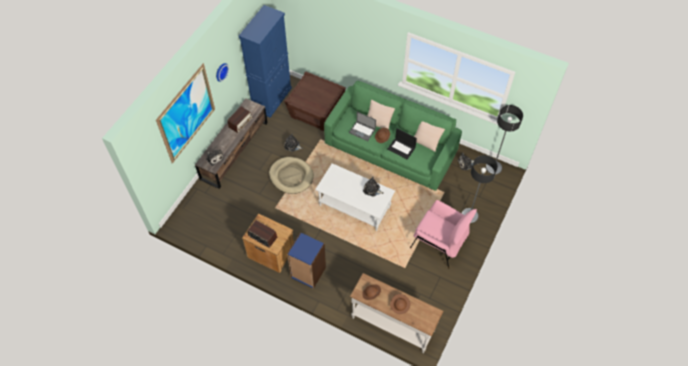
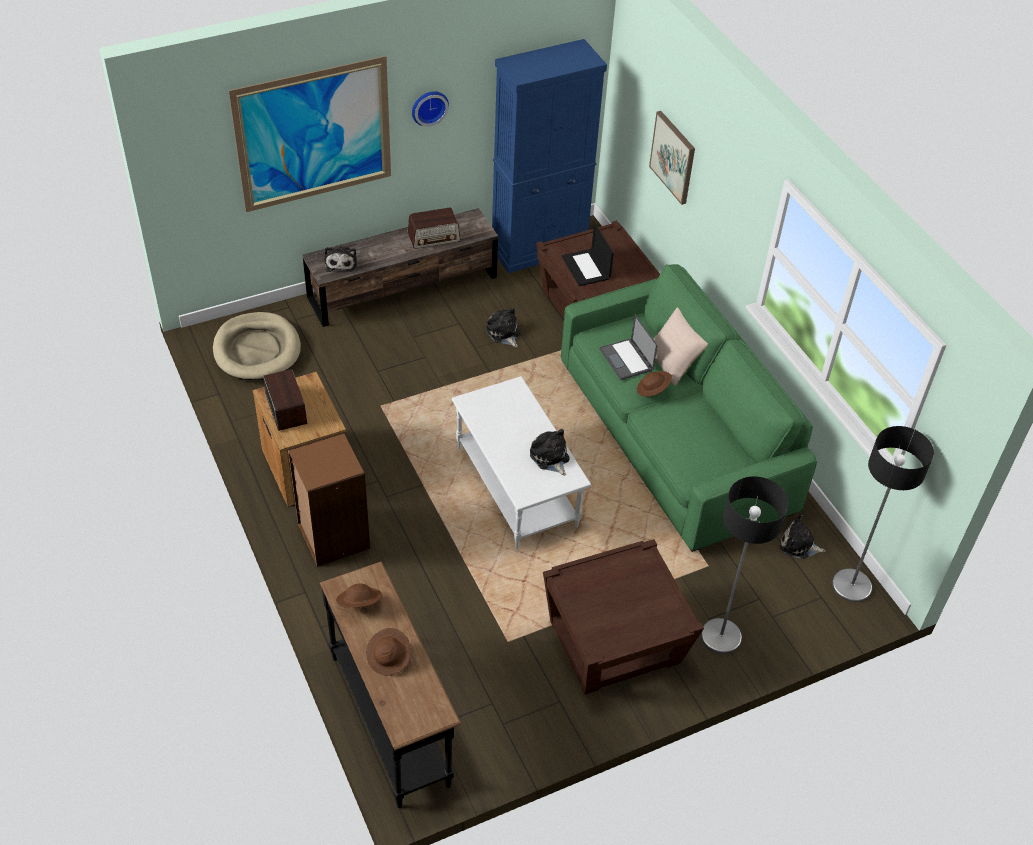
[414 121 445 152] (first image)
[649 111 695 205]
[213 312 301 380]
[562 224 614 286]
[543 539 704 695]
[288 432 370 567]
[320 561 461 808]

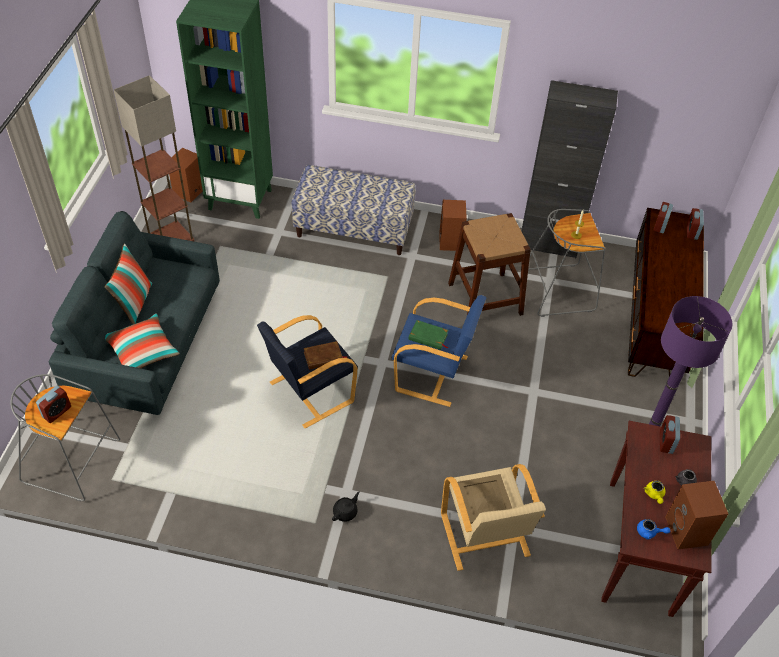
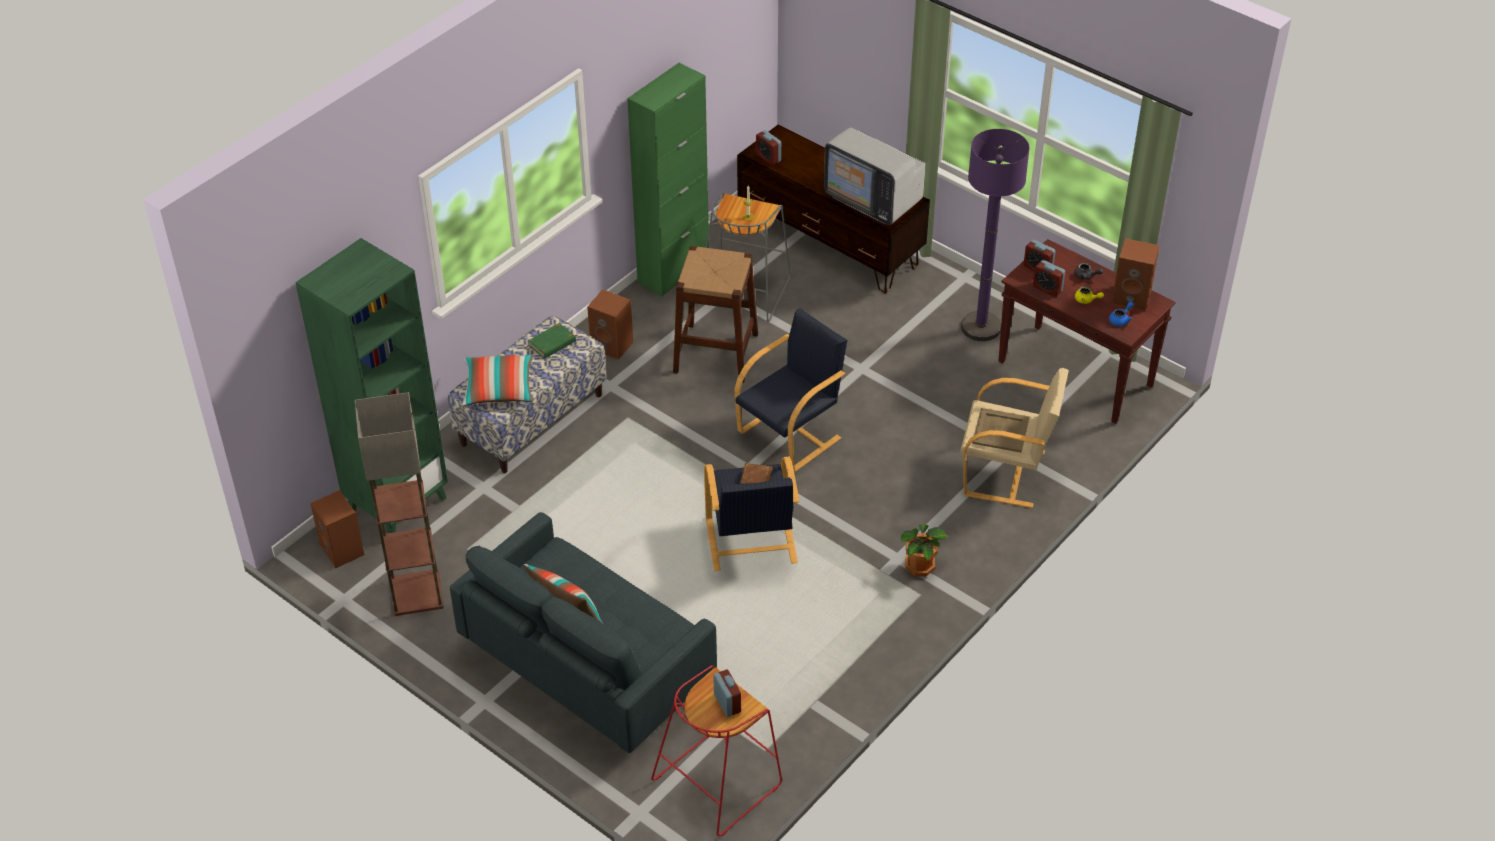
[824 127 925 225]
[462 355 533 406]
[528 323 578 359]
[1033 260 1065 297]
[901 524 948 577]
[651 665 782 836]
[735 308 847 472]
[627 63 709 297]

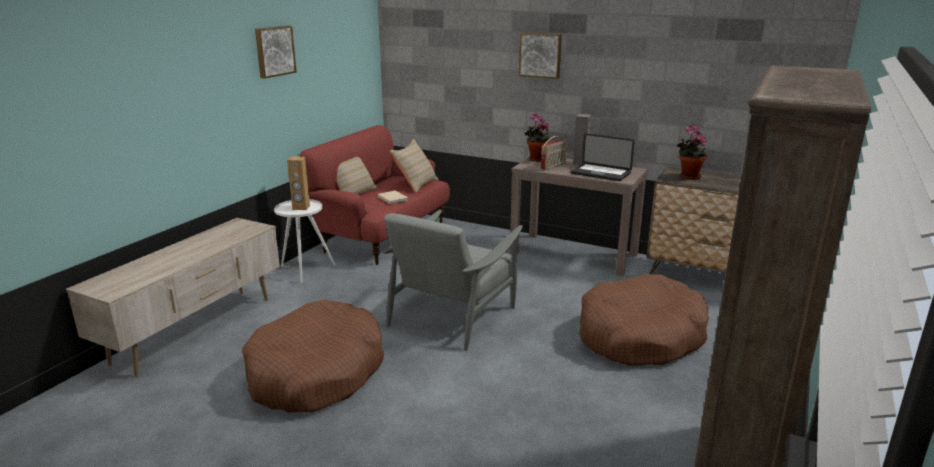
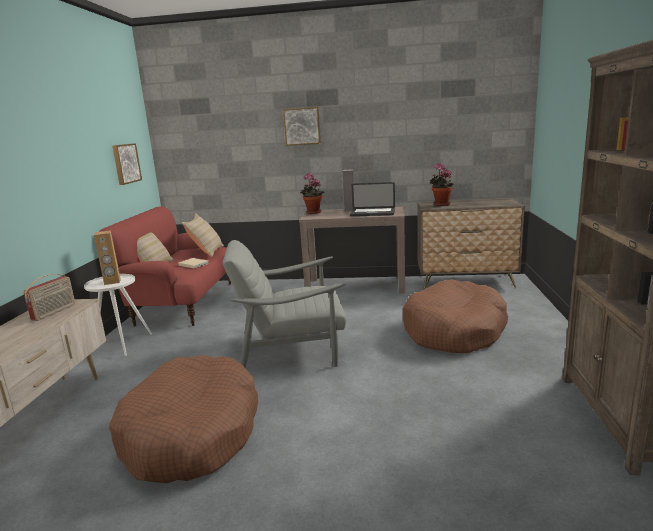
[112 143 142 185]
[24 274 75 321]
[223 240 346 368]

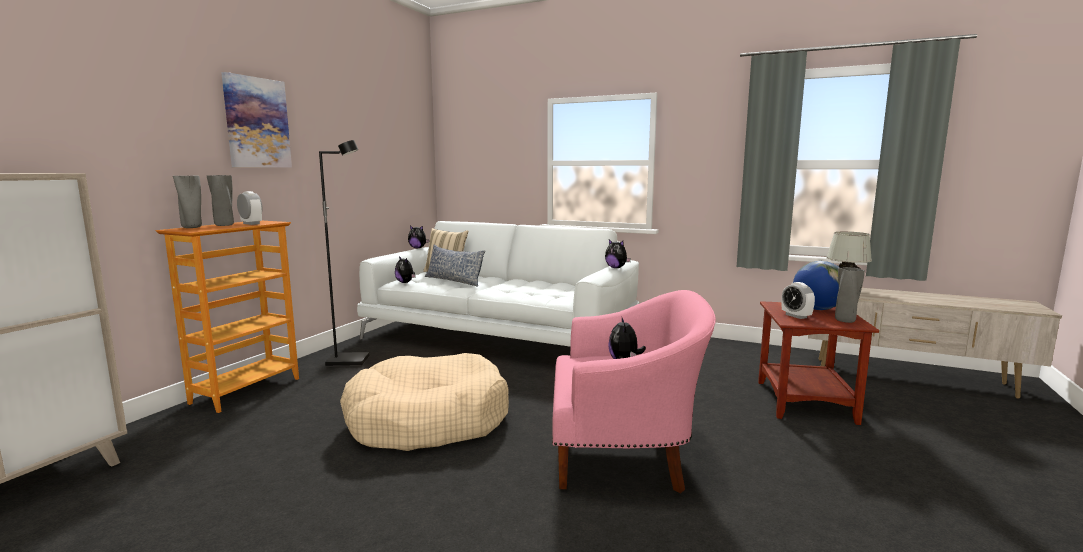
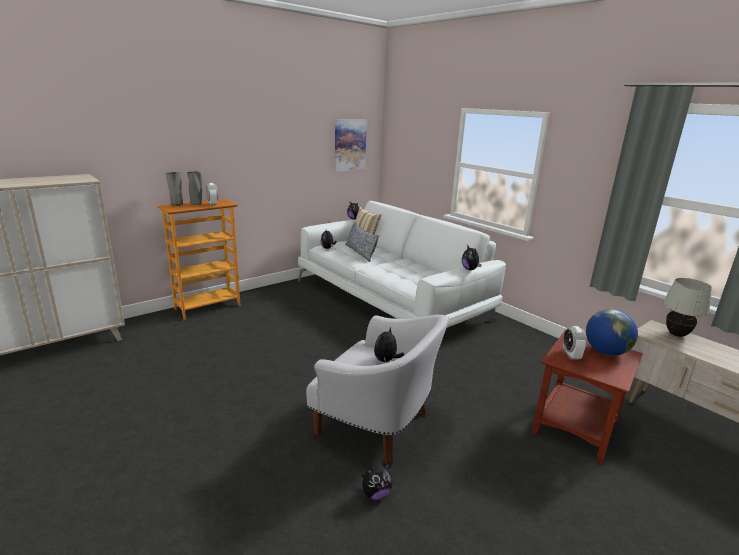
[319 140 369 367] (first image)
[340 353 509 451] (first image)
[835 267 865 323] (first image)
[362 463 393 500]
[335 119 367 171]
[306 315 449 466]

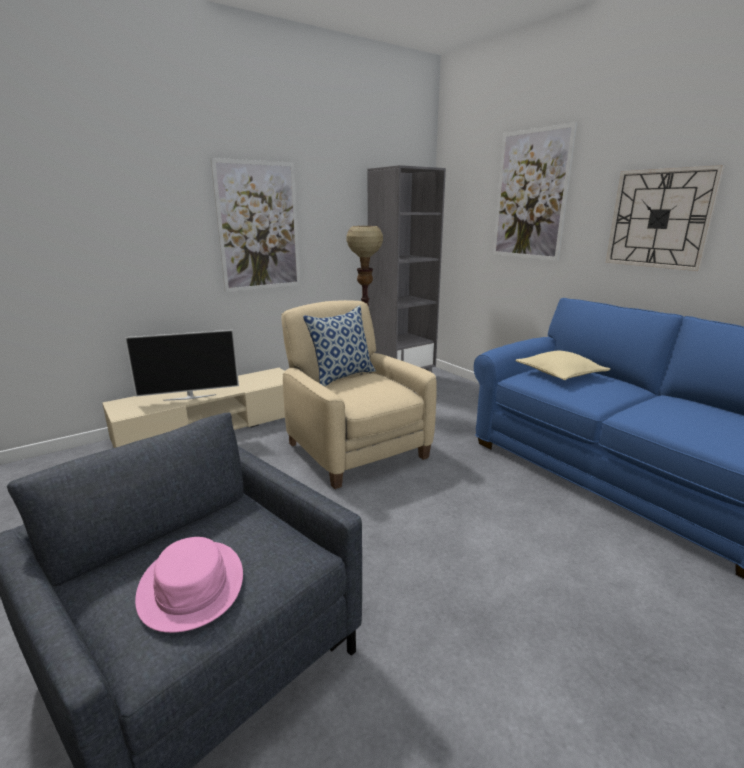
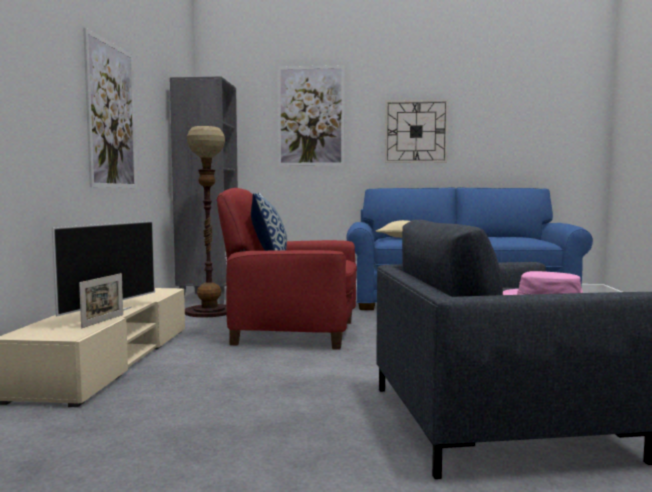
[79 273 123 328]
[217 188 357 350]

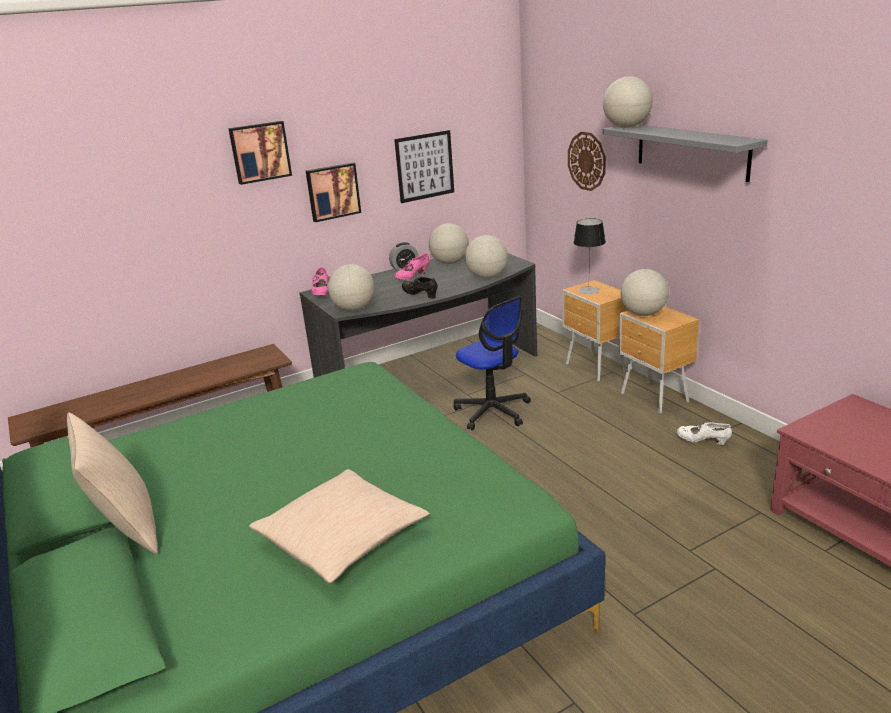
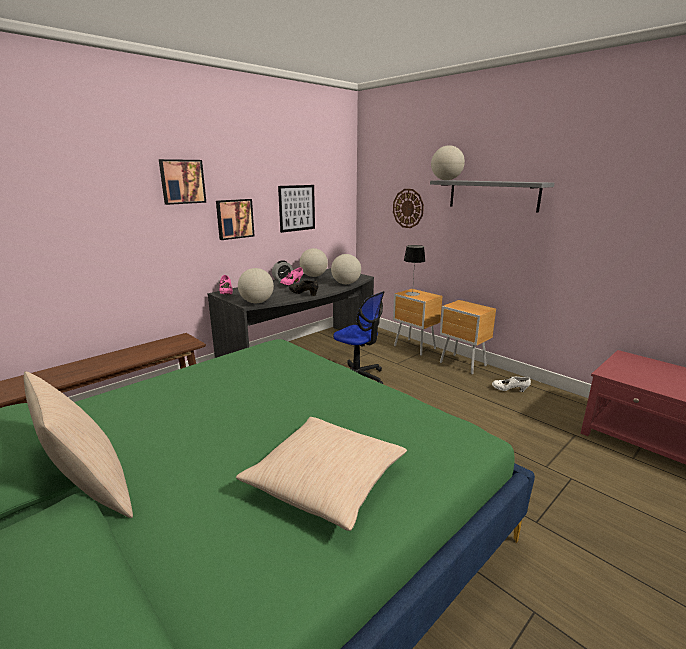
[621 269 669 316] (first image)

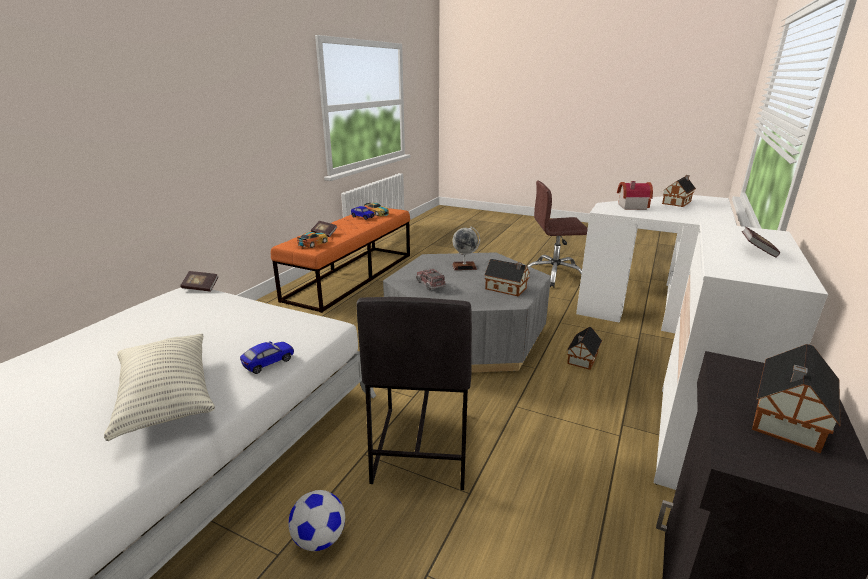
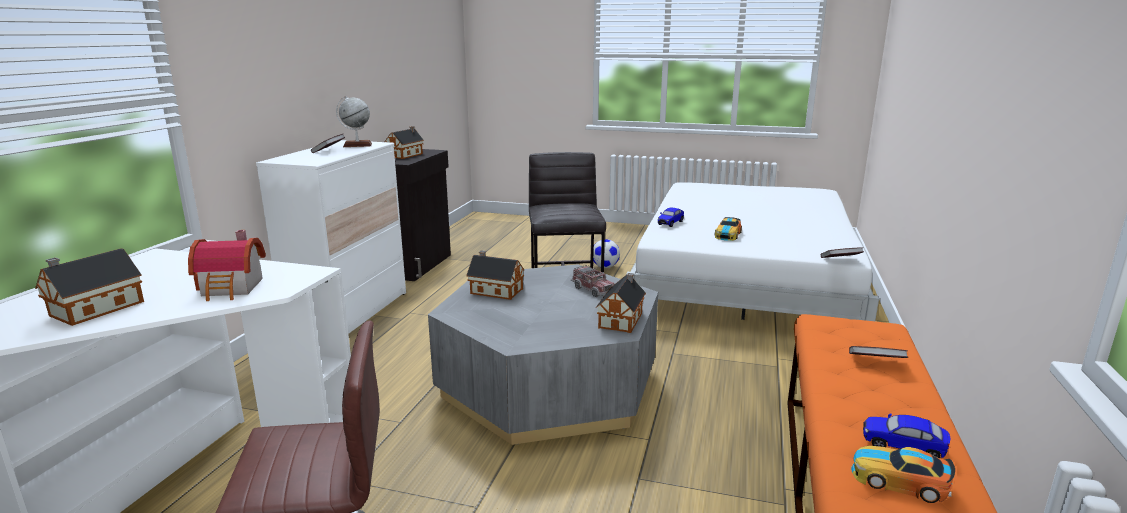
[104 334 215 441] (first image)
[715 217 742 241]
[336 96 372 147]
[596 273 646 333]

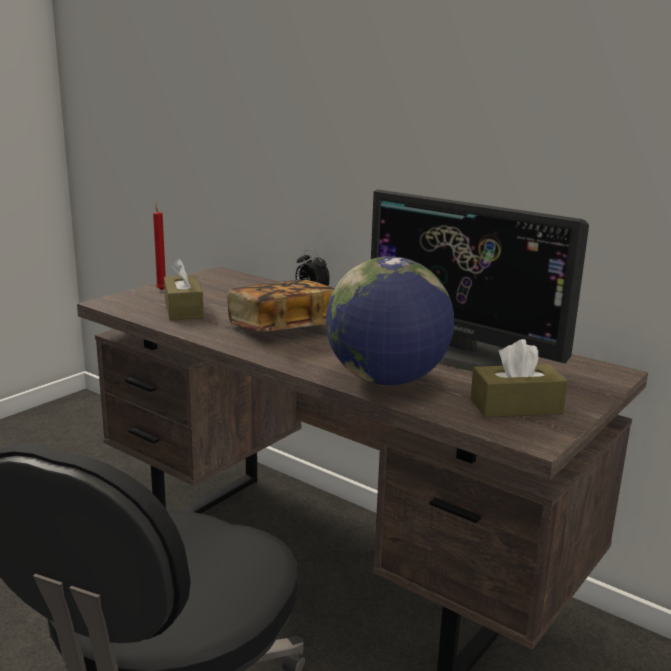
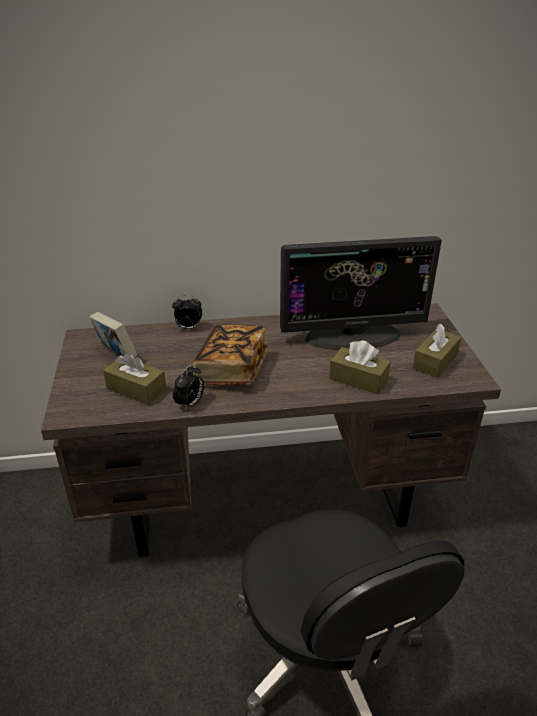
[153 203 166 290] (first image)
[89 312 138 358]
[173 364 204 411]
[329 340 391 394]

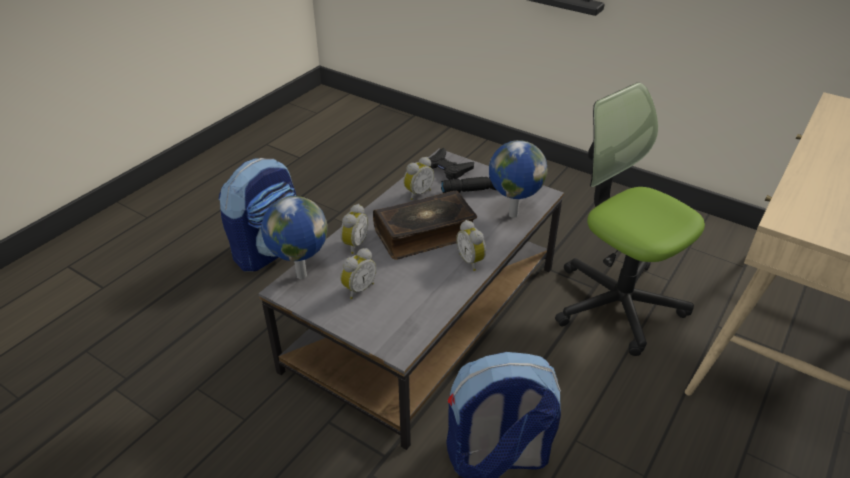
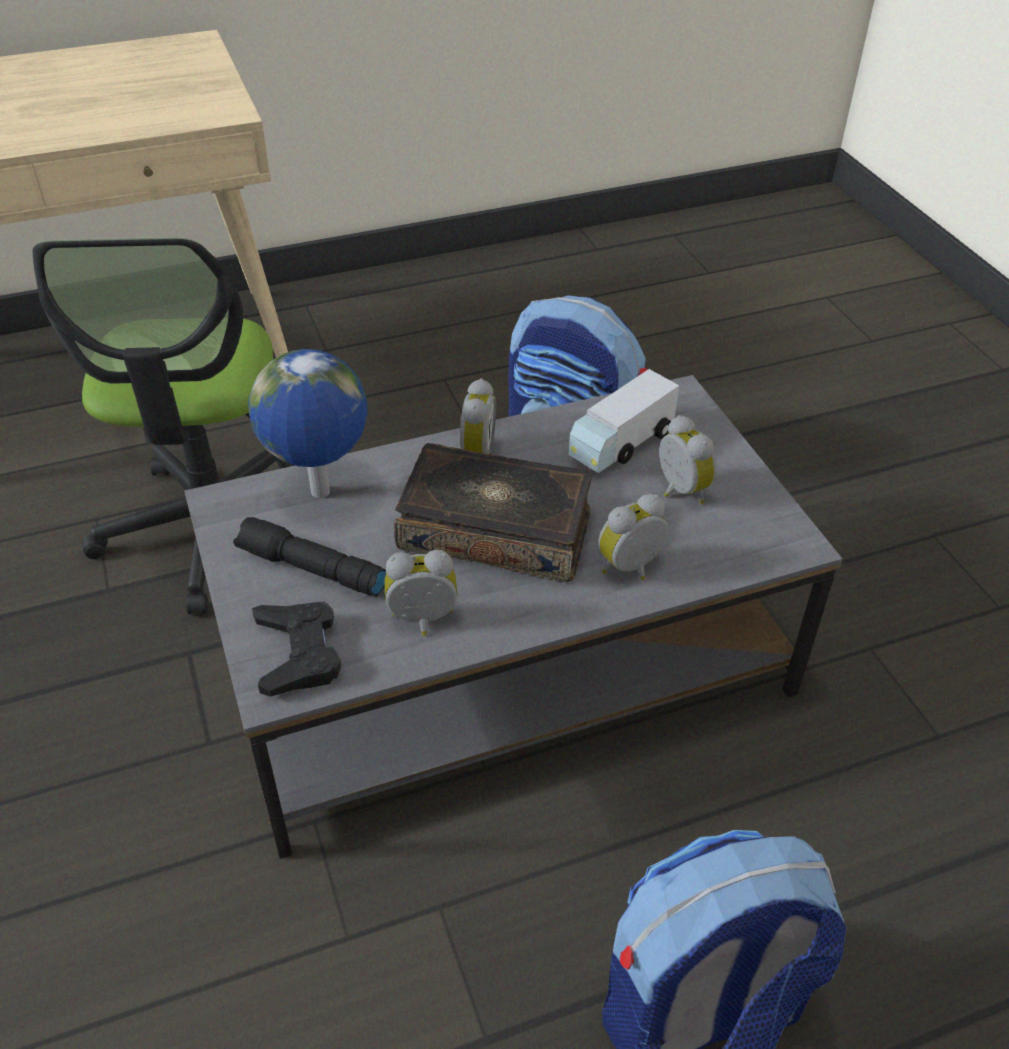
[261 196 328 279] (first image)
[569 369 679 473]
[659 415 717 504]

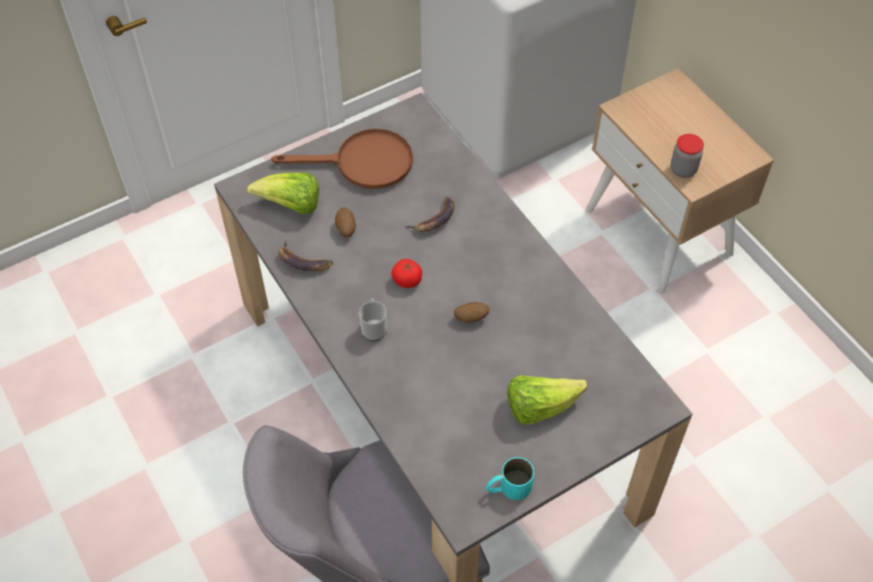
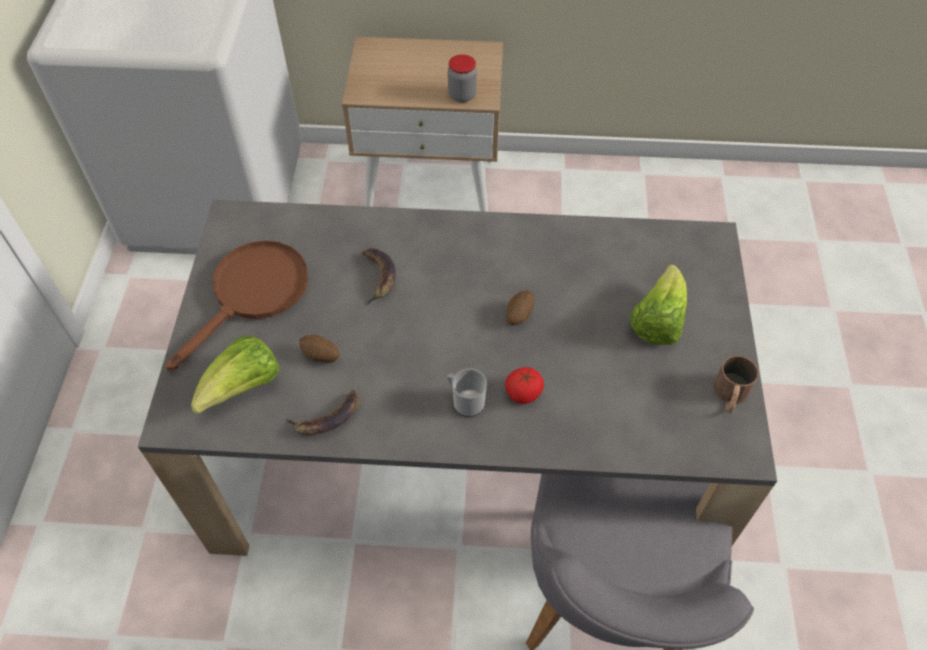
[505 367 544 404]
[714 356 759 413]

